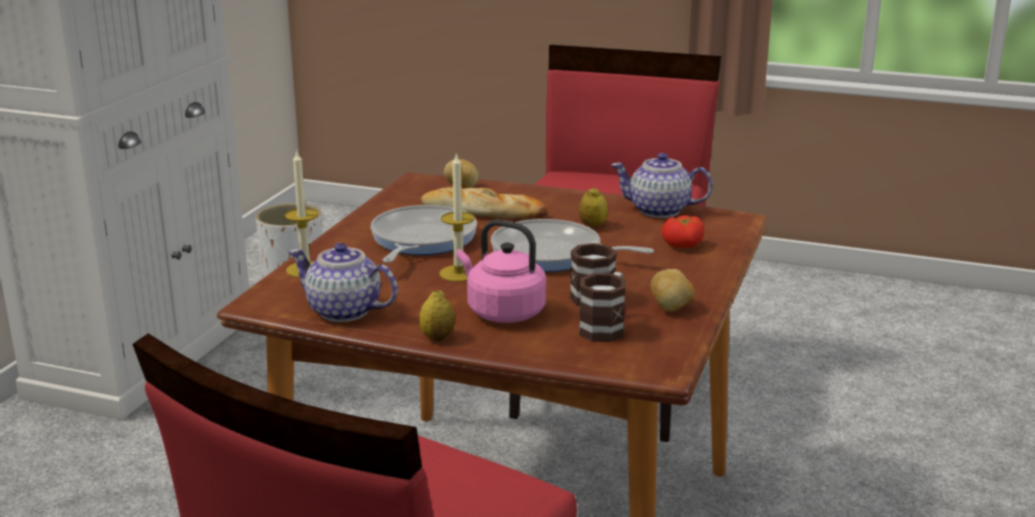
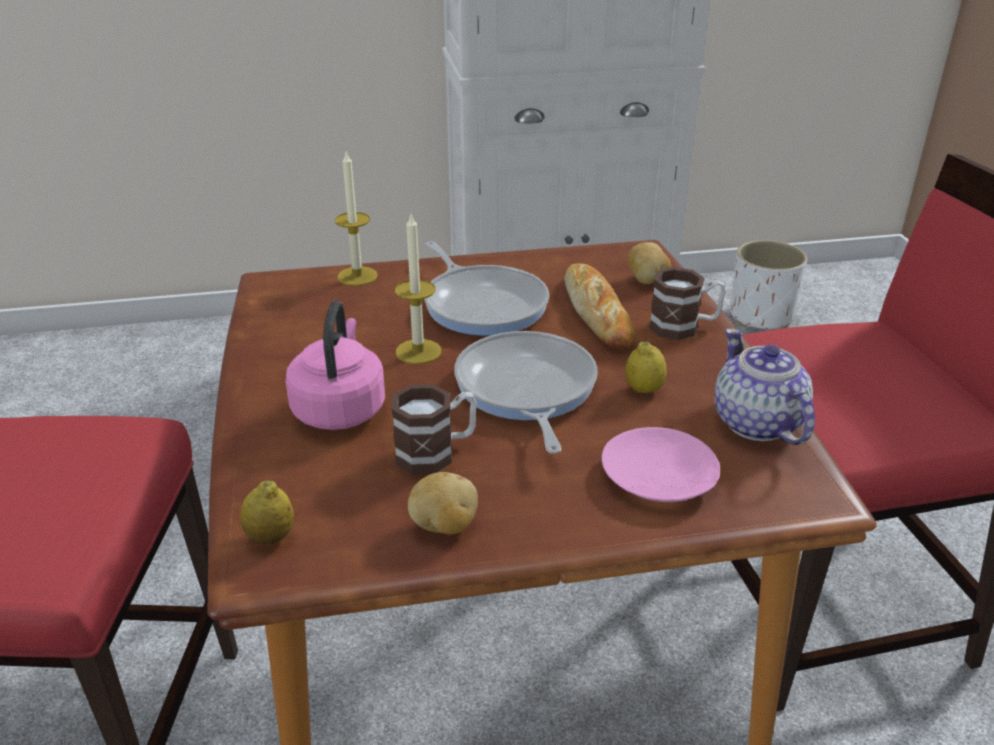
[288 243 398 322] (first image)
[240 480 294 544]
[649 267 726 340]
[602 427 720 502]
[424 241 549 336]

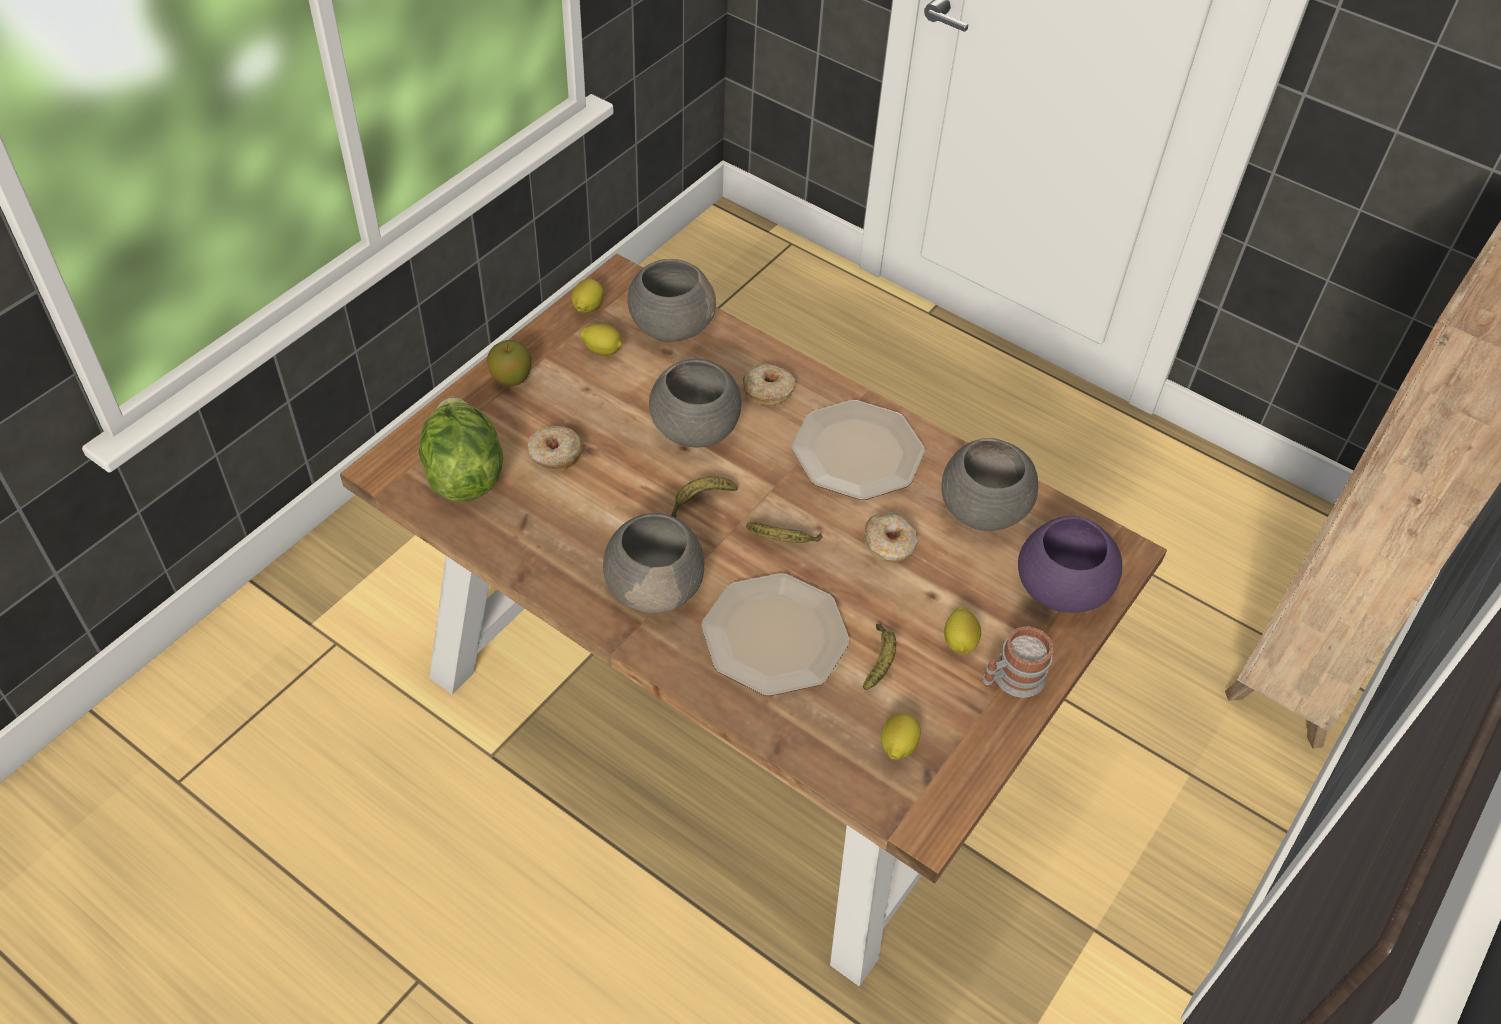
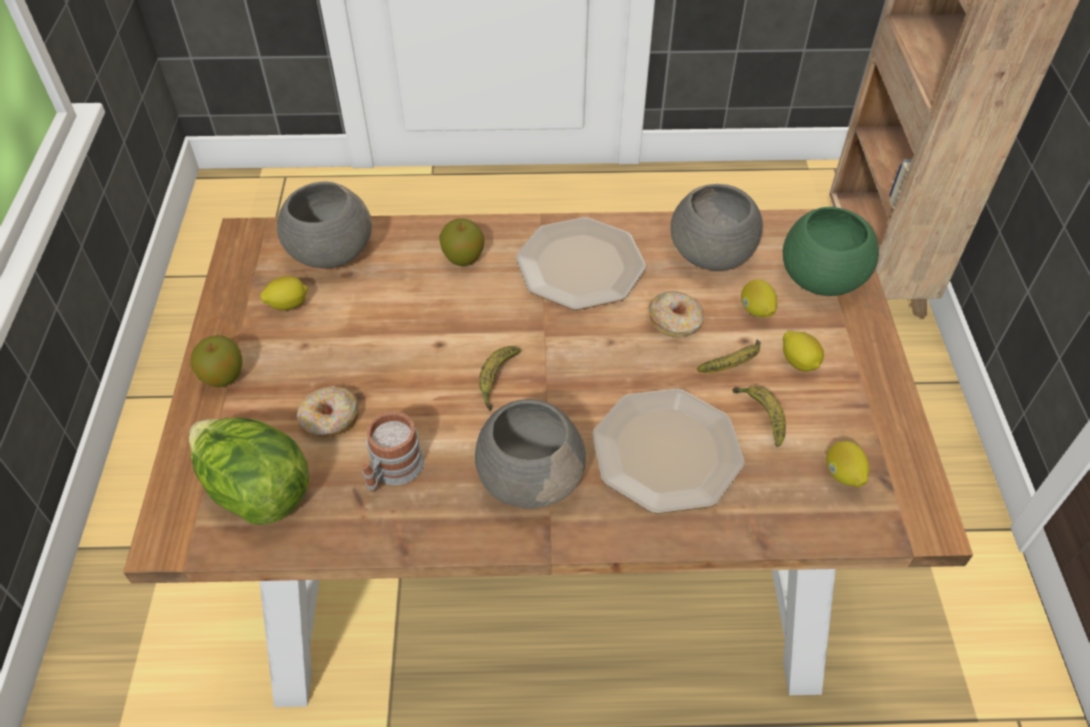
[649 359 742 448] (first image)
[741 279 777 317]
[697 340 761 373]
[362 411 424 492]
[439 218 484 266]
[783 207 879 296]

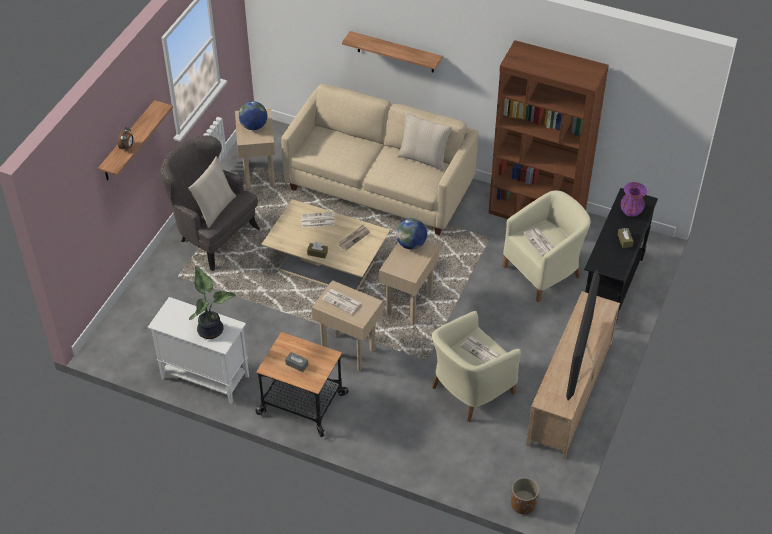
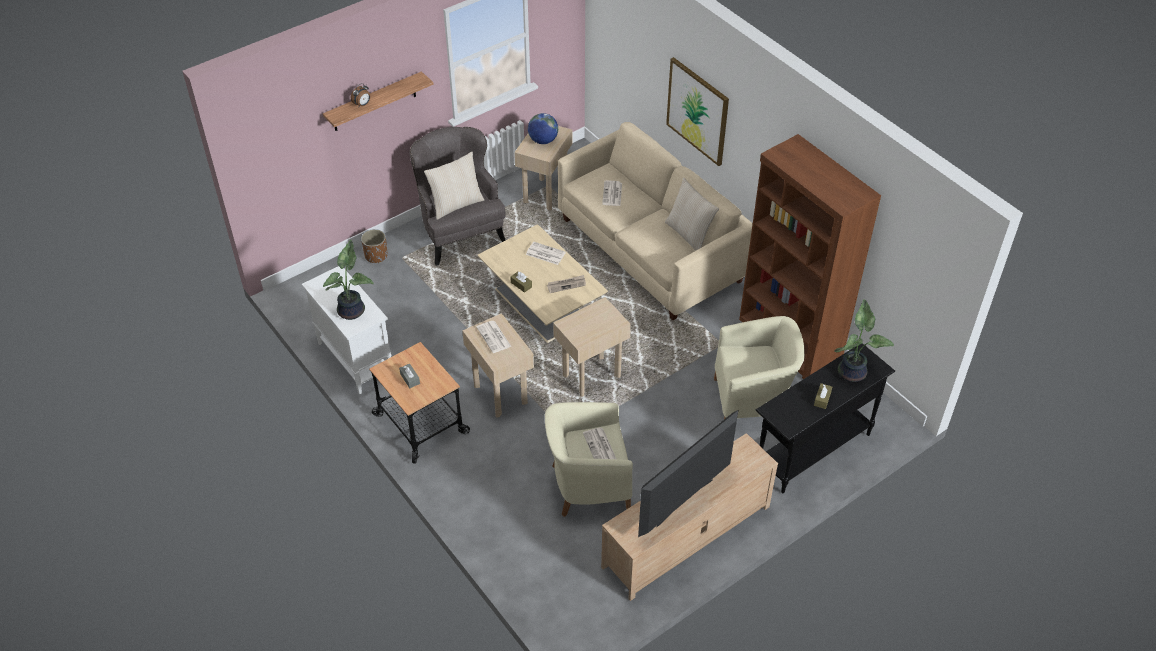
[396 218 427 250] (first image)
[361 229 388 263]
[602 181 622 206]
[666 57 729 166]
[834 299 894 382]

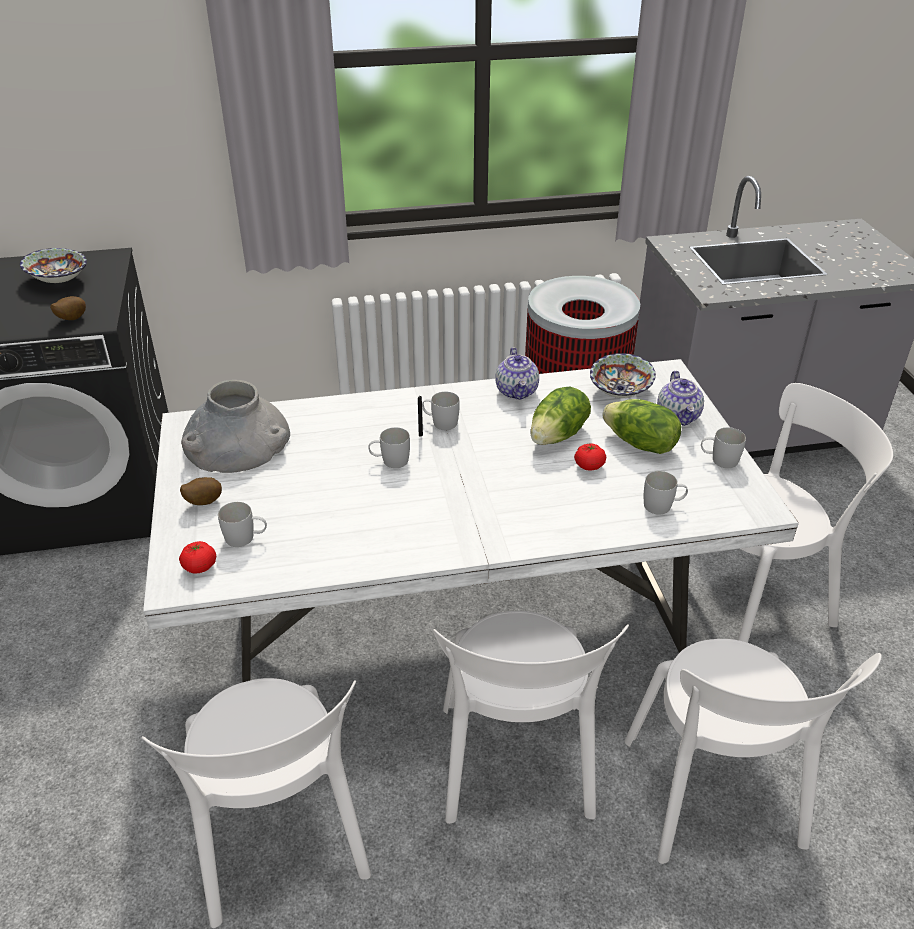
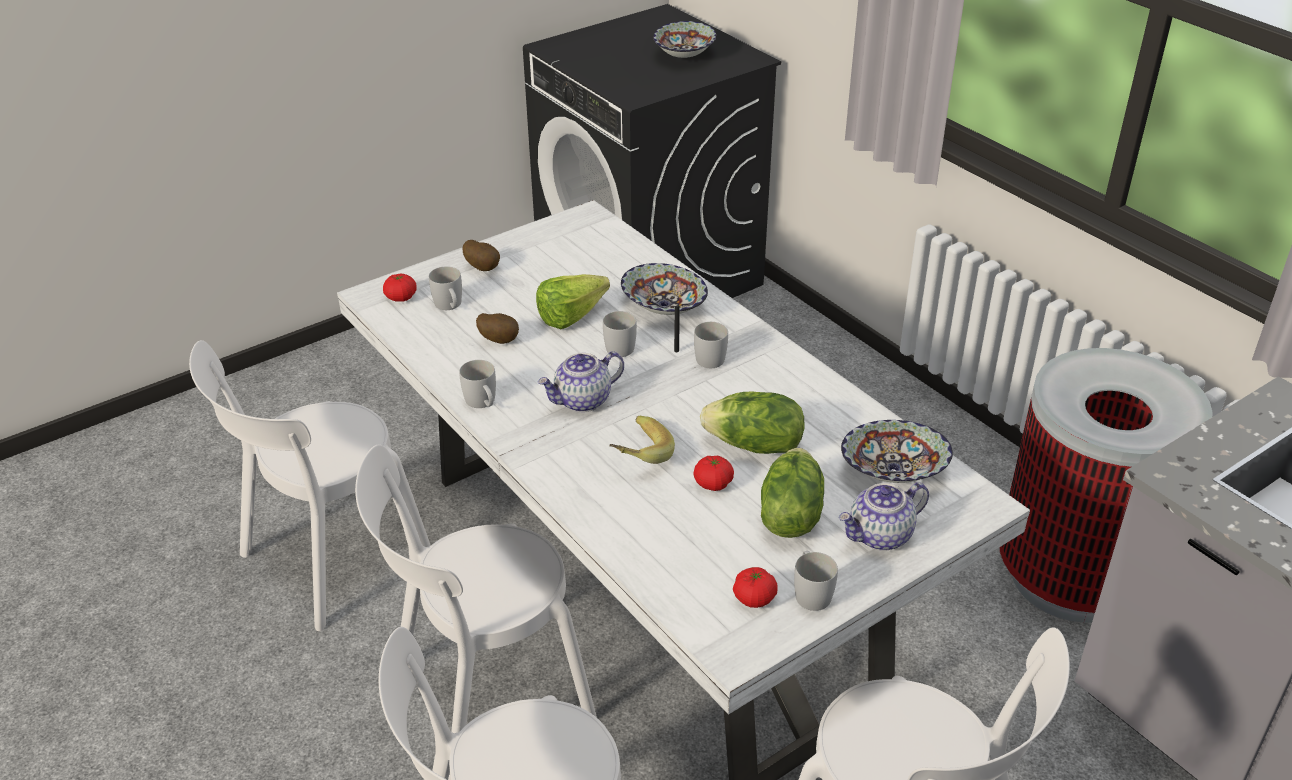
[181 380 290 473] (first image)
[536 274 610 329]
[609 416 675 464]
[621 263 708 315]
[733 567 778 608]
[476 313 519 344]
[538 351 624 412]
[459 360 496 408]

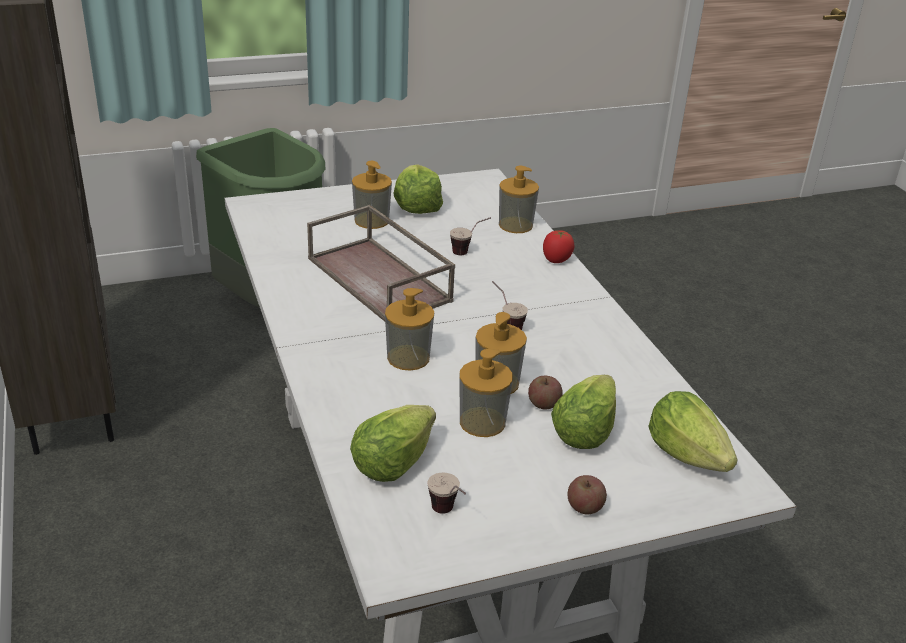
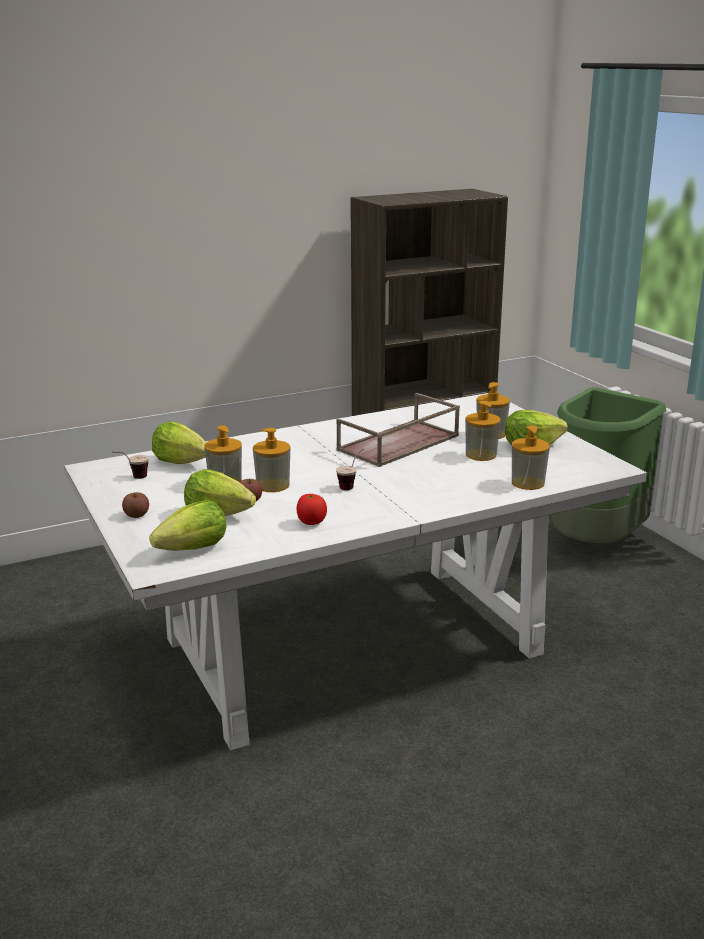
[450 217 491 255] (first image)
[465 401 501 461]
[296 494 327 525]

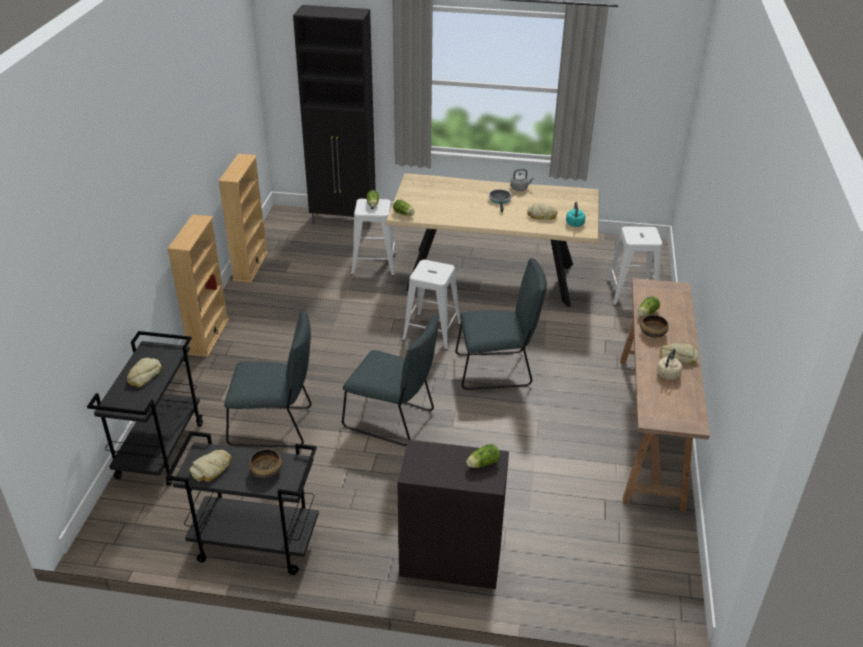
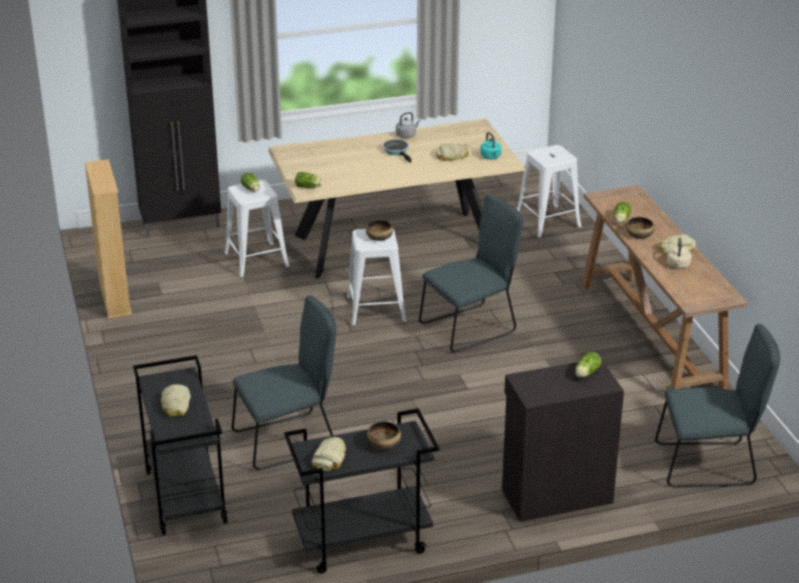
[167 214 229 357] (first image)
[366 220 393 241]
[655 324 780 487]

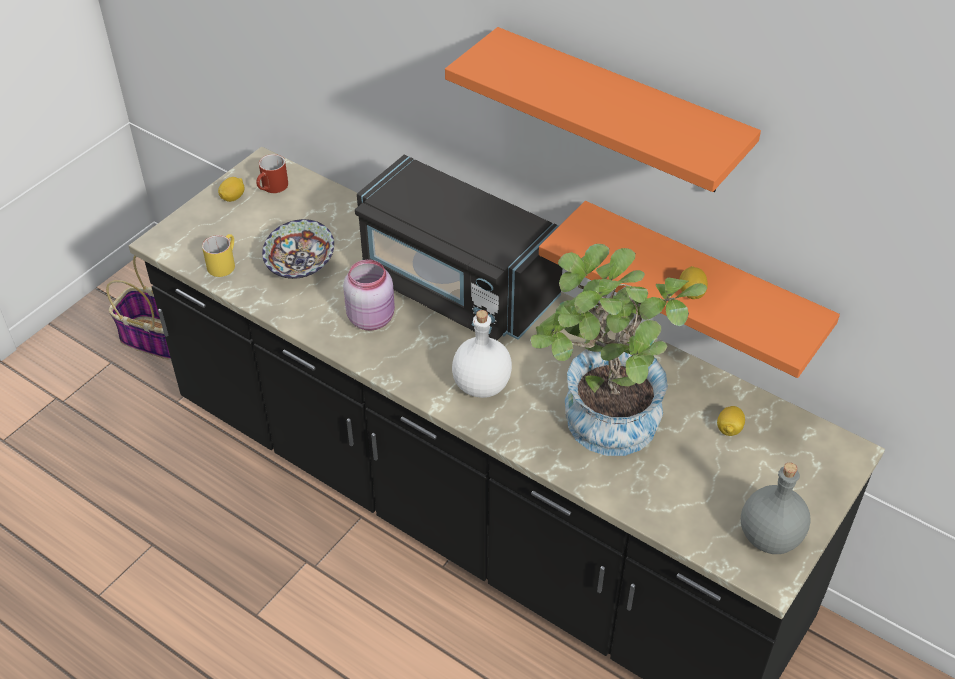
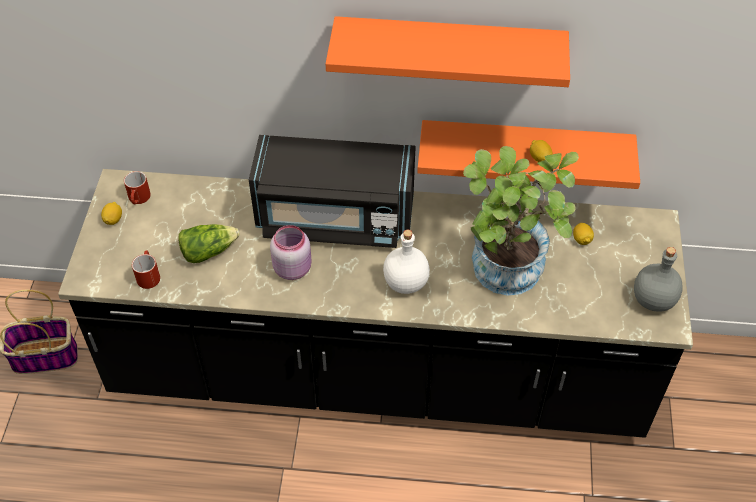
[178 224 240 263]
[132 250 160 289]

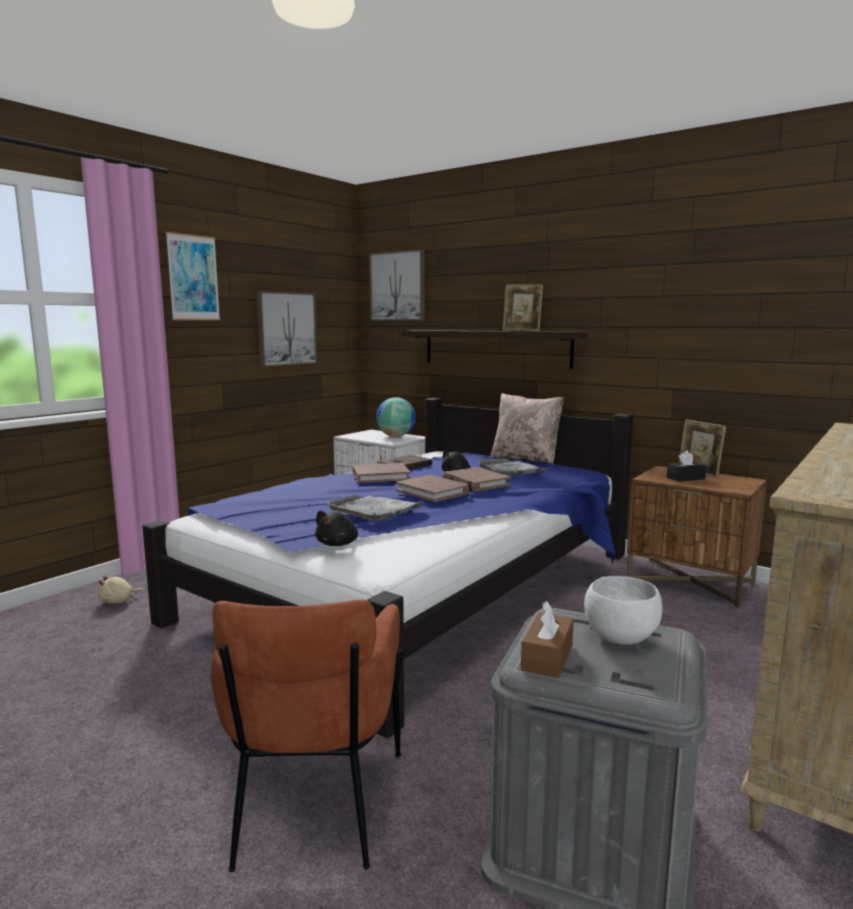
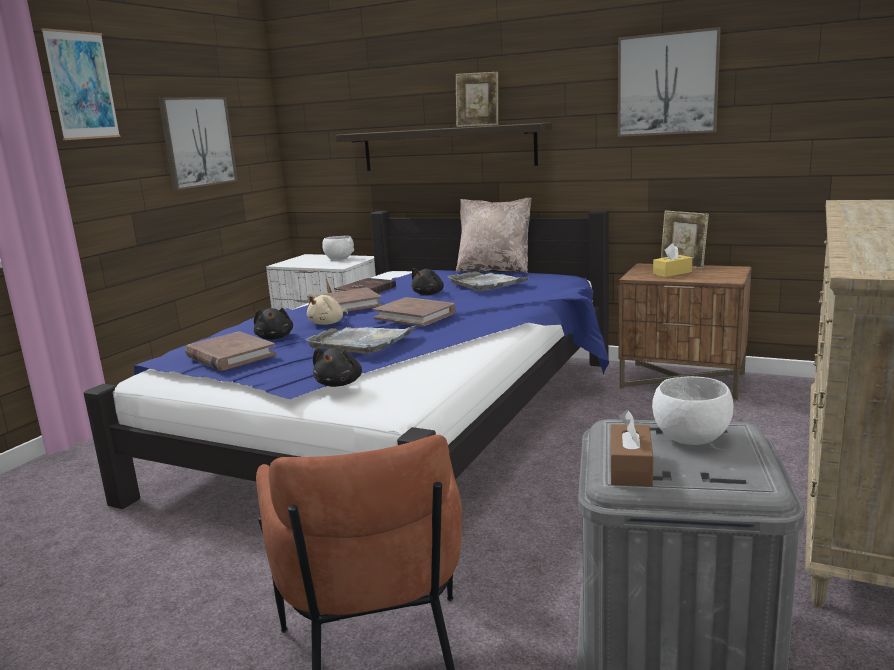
[254 308 293 340]
[307 294 348 325]
[618 27 721 137]
[185 331 276 371]
[322 236 354 260]
[653 244 692 277]

